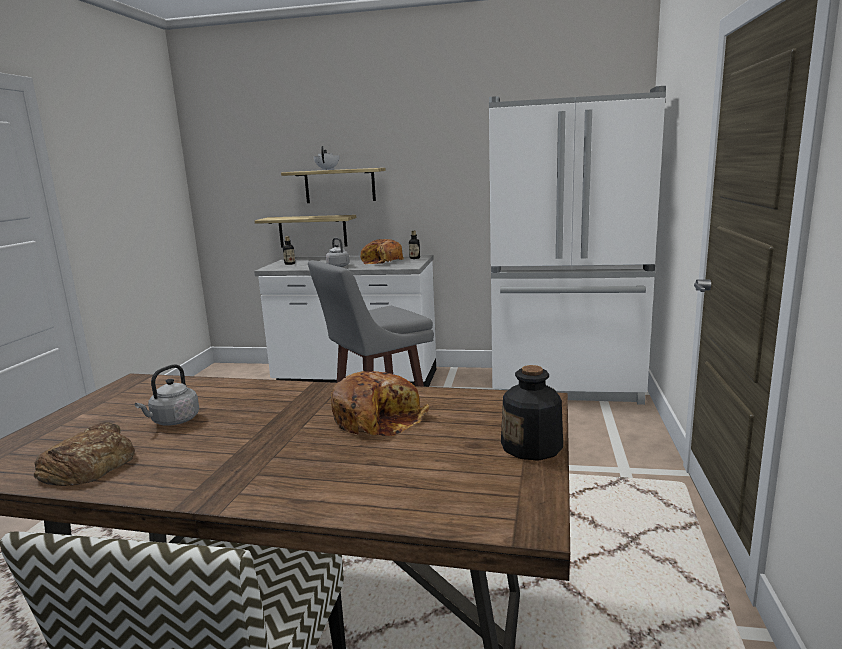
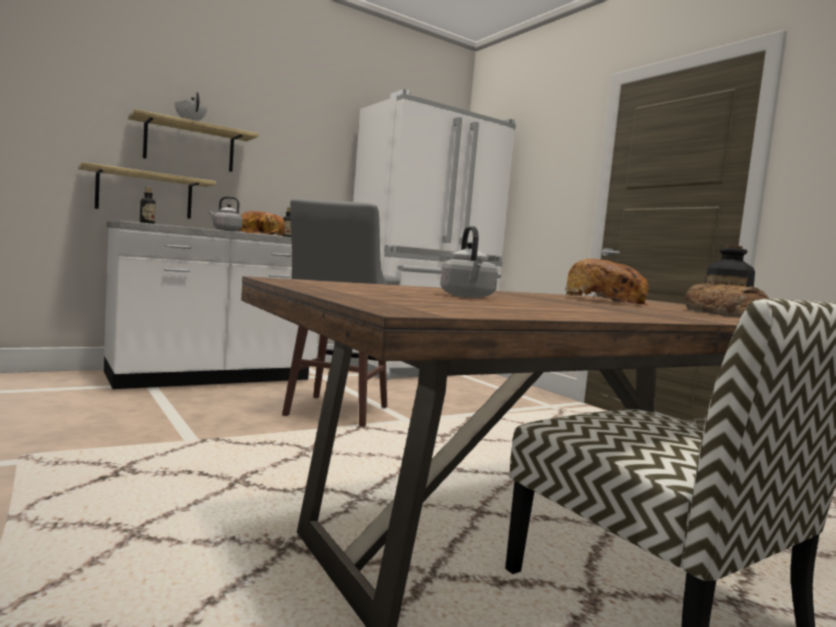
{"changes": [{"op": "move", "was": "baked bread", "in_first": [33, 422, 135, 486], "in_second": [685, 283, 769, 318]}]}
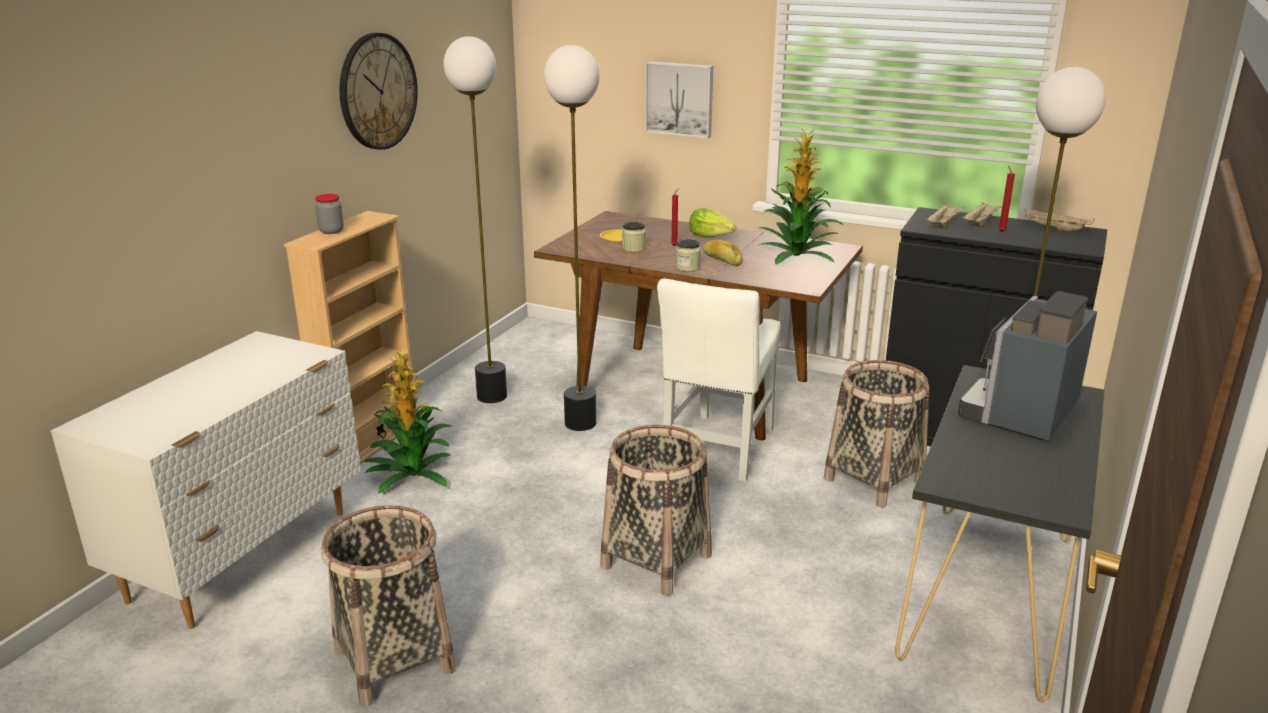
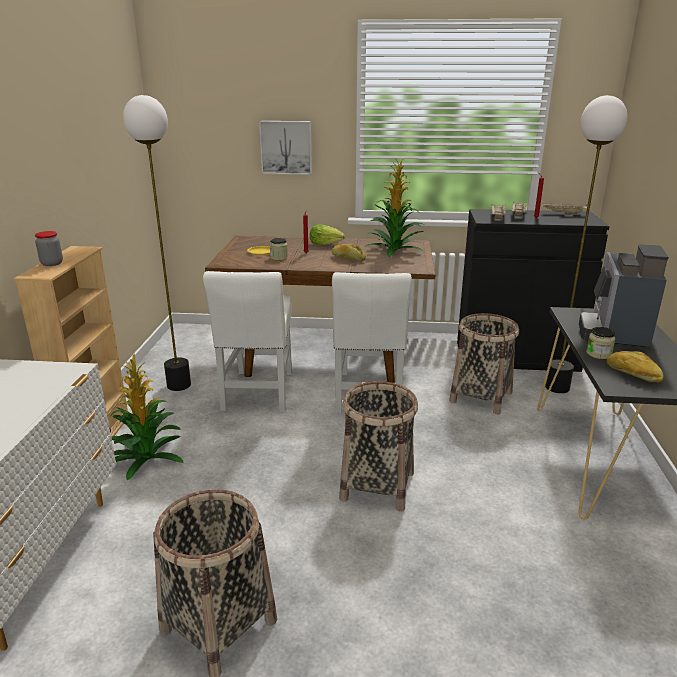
{"changes": [{"op": "delete", "was": "hanging clock", "in_first": [339, 33, 418, 150]}, {"op": "insert", "now": "baked bread", "in_second": [607, 351, 663, 382]}, {"op": "move", "was": "storage jar", "in_first": [676, 239, 701, 272], "in_second": [586, 327, 615, 359]}, {"op": "replace", "was": "standard lamp", "now": "chair (white-coloured)", "in_first": [544, 45, 599, 431], "in_second": [203, 271, 292, 412]}]}
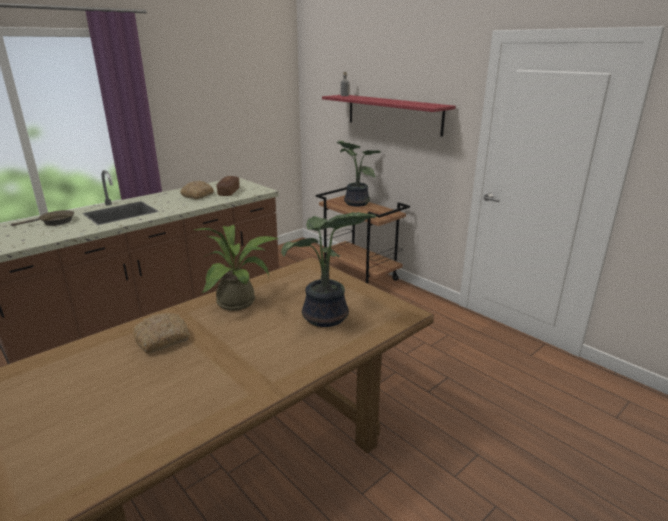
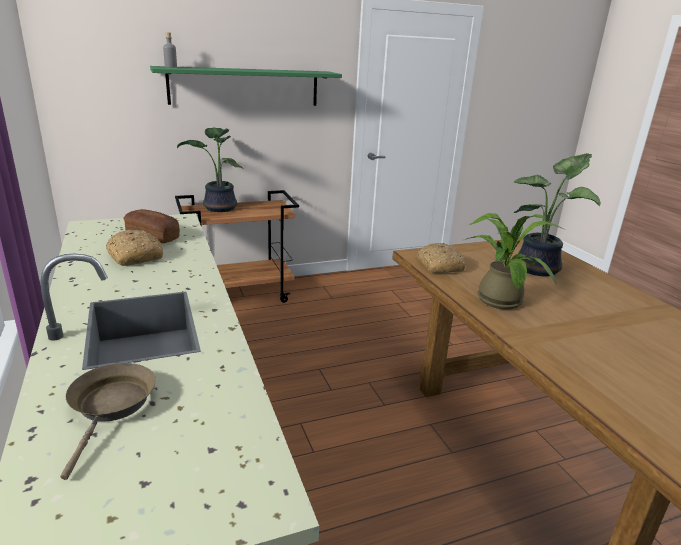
{"changes": [{"op": "move", "was": "baked bread", "in_first": [133, 313, 190, 354], "in_second": [417, 243, 465, 273]}, {"op": "recolor", "was": "bracket shelf (red)", "now": "bracket shelf (green)", "in_first": [322, 95, 456, 137], "in_second": [150, 66, 342, 106]}]}
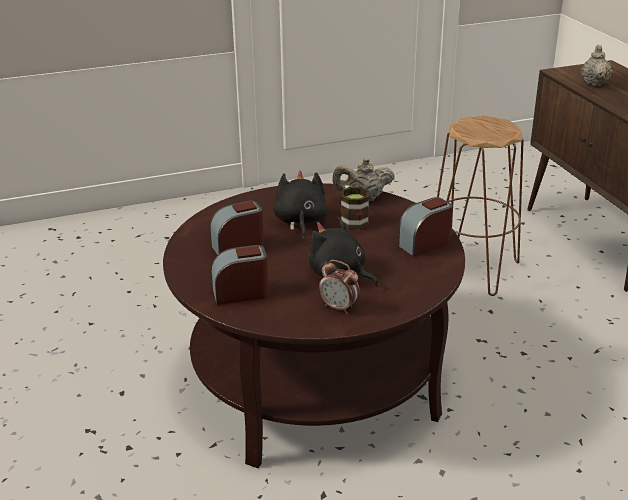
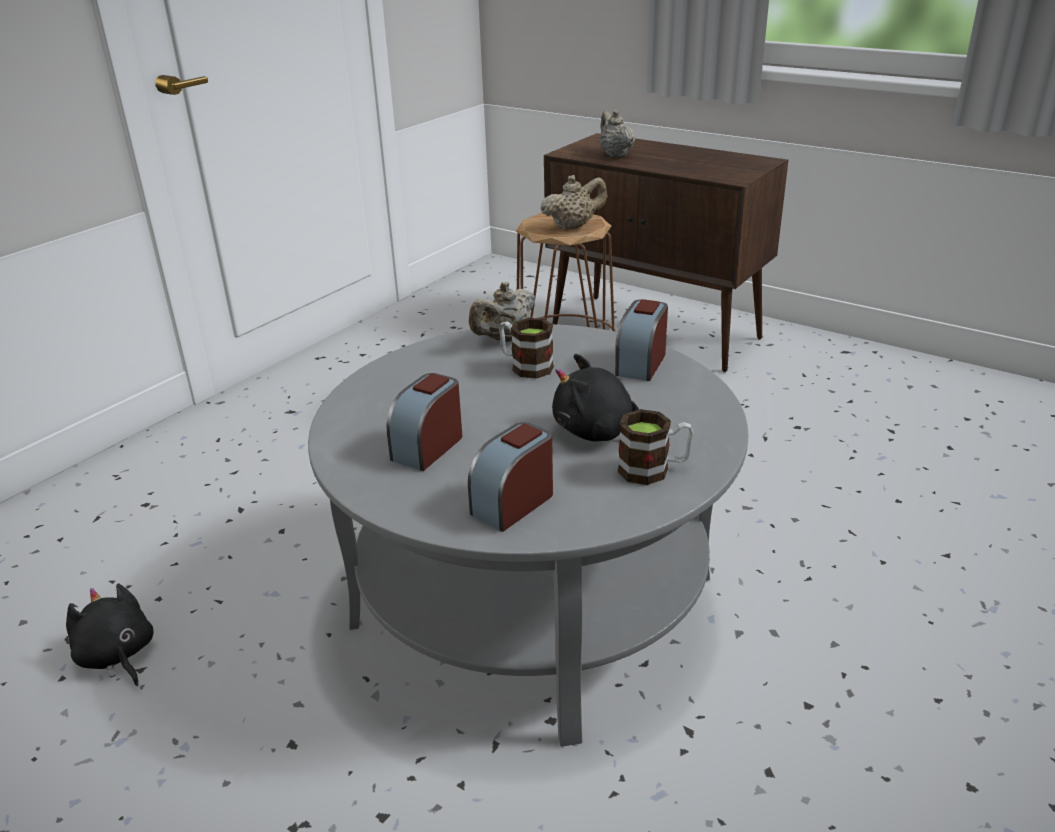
{"changes": [{"op": "insert", "now": "tea pot (sand-coloured)", "in_second": [540, 175, 607, 230]}, {"op": "move", "was": "soft toy (black)", "in_first": [273, 171, 328, 239], "in_second": [66, 583, 153, 686]}, {"op": "replace", "was": "bedside clock", "now": "coffee mug", "in_first": [319, 260, 360, 314], "in_second": [618, 409, 694, 485]}, {"op": "recolor", "was": "lounge table (brown)", "now": "lounge table (greyish)", "in_first": [163, 183, 465, 468], "in_second": [308, 324, 748, 747]}]}
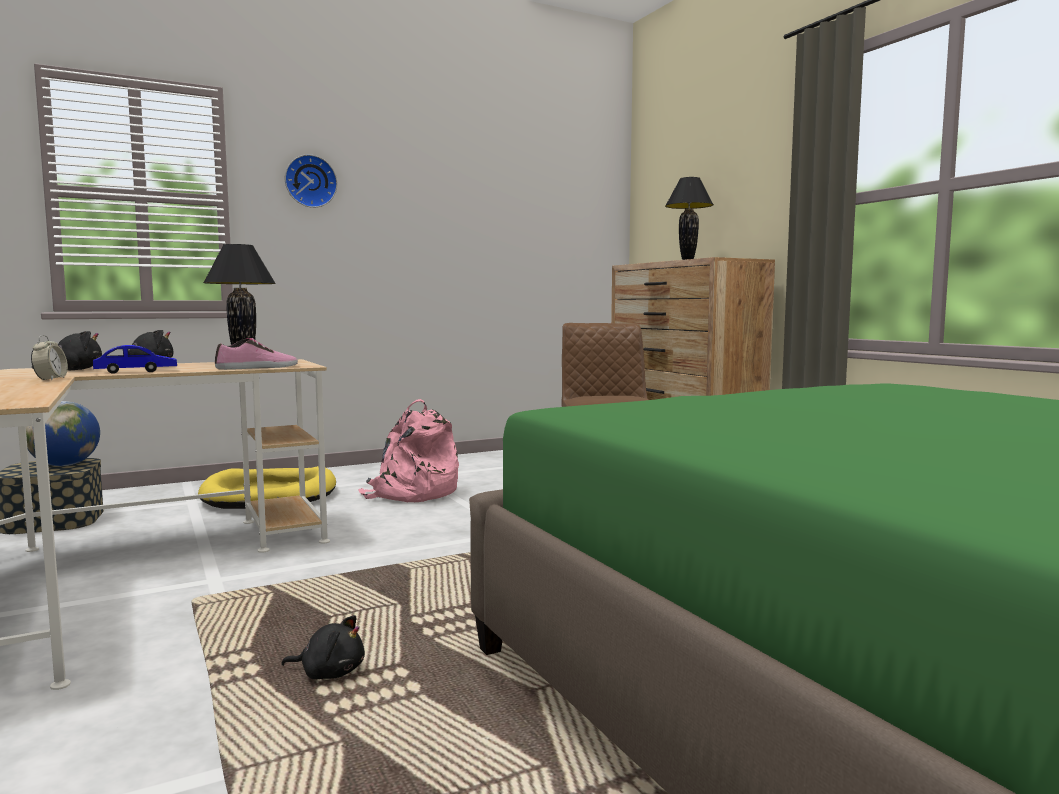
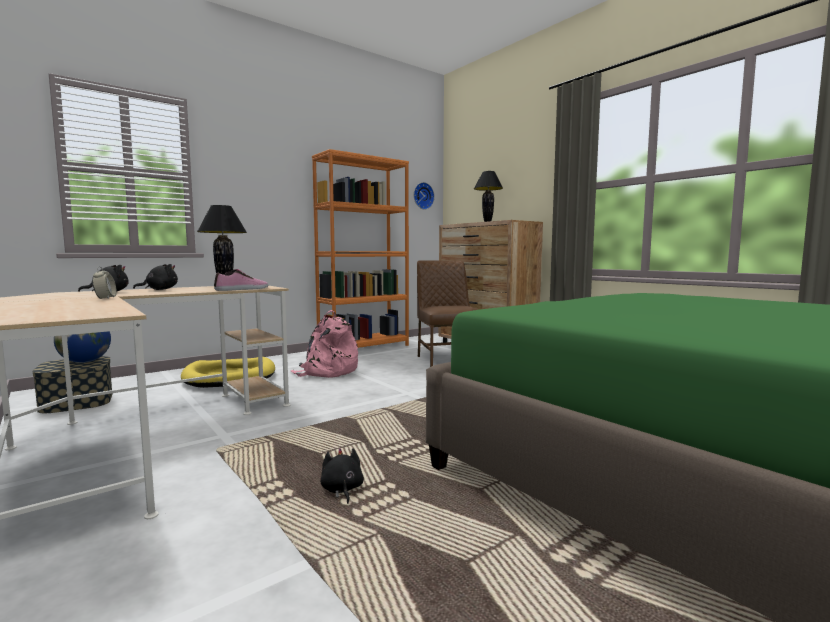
{"changes": [{"op": "delete", "was": "model car (bluish)", "in_first": [93, 345, 177, 374]}, {"op": "insert", "now": "shelving unit (orange-coloured)", "in_second": [312, 149, 409, 348]}, {"op": "move", "was": "hanging clock", "in_first": [285, 154, 337, 208], "in_second": [414, 182, 434, 210]}, {"op": "rotate", "was": "soft toy (black)", "in_first": [281, 615, 365, 679], "in_second": [320, 448, 364, 504], "clockwise": -105}]}
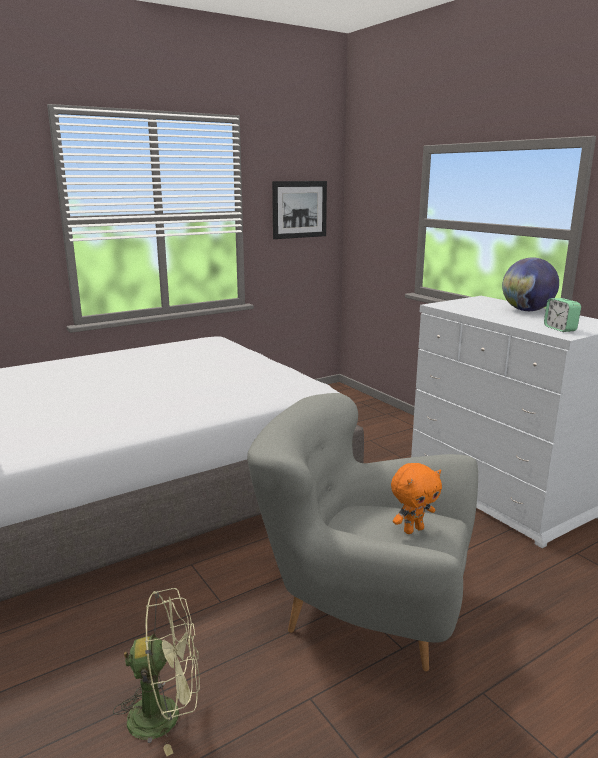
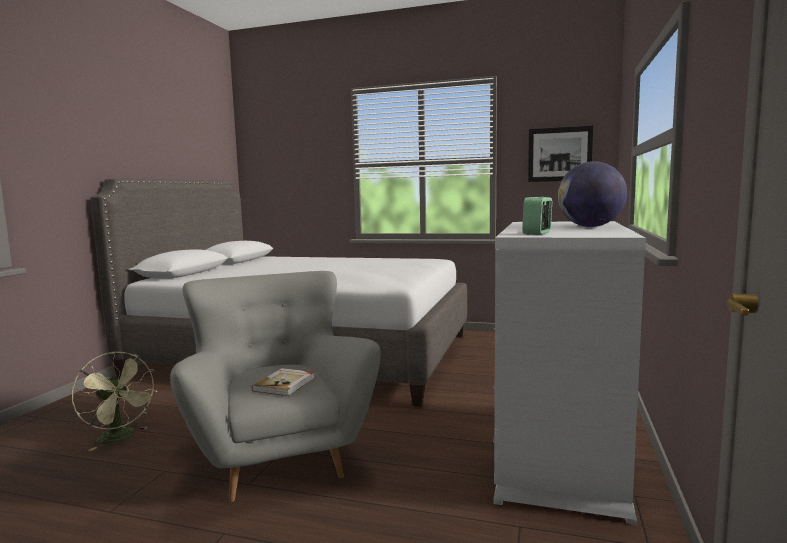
{"changes": [{"op": "replace", "was": "soft toy (orange-coloured)", "now": "bound book", "in_first": [391, 463, 442, 534], "in_second": [252, 368, 315, 396]}]}
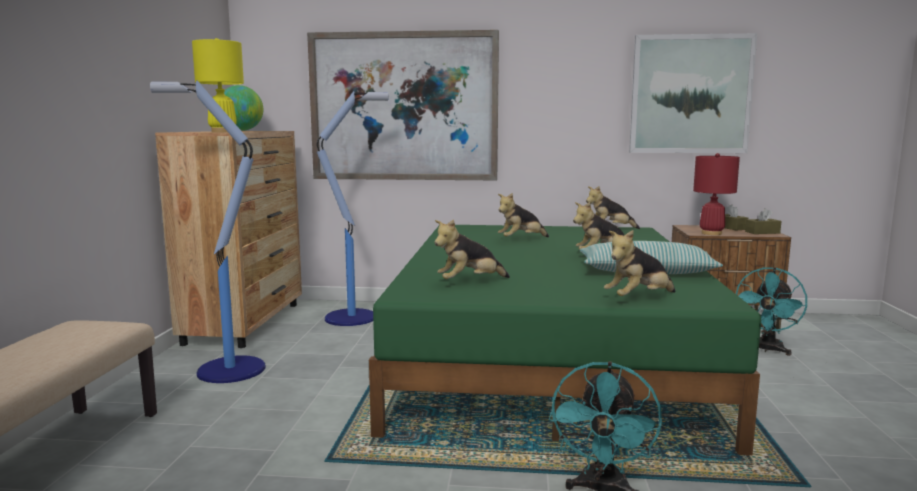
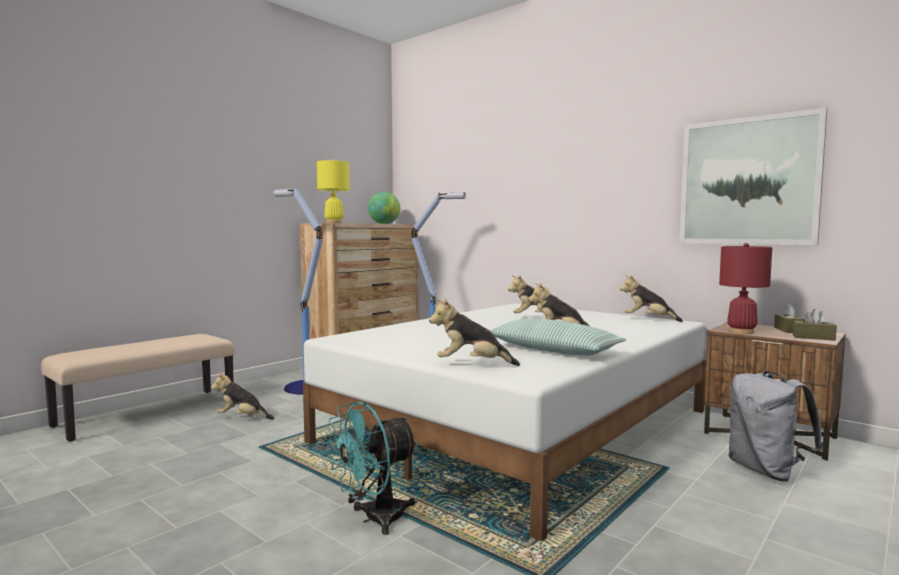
{"changes": [{"op": "delete", "was": "wall art", "in_first": [307, 30, 499, 180]}, {"op": "move", "was": "soft toy", "in_first": [434, 219, 510, 279], "in_second": [211, 372, 274, 420]}, {"op": "replace", "was": "electric fan (turquoise-coloured)", "now": "rucksack (greyish)", "in_first": [736, 267, 807, 356], "in_second": [729, 371, 824, 482]}, {"op": "recolor", "was": "sleeping bed (green)", "now": "sleeping bed (white-coloured)", "in_first": [369, 225, 761, 455], "in_second": [303, 303, 706, 542]}]}
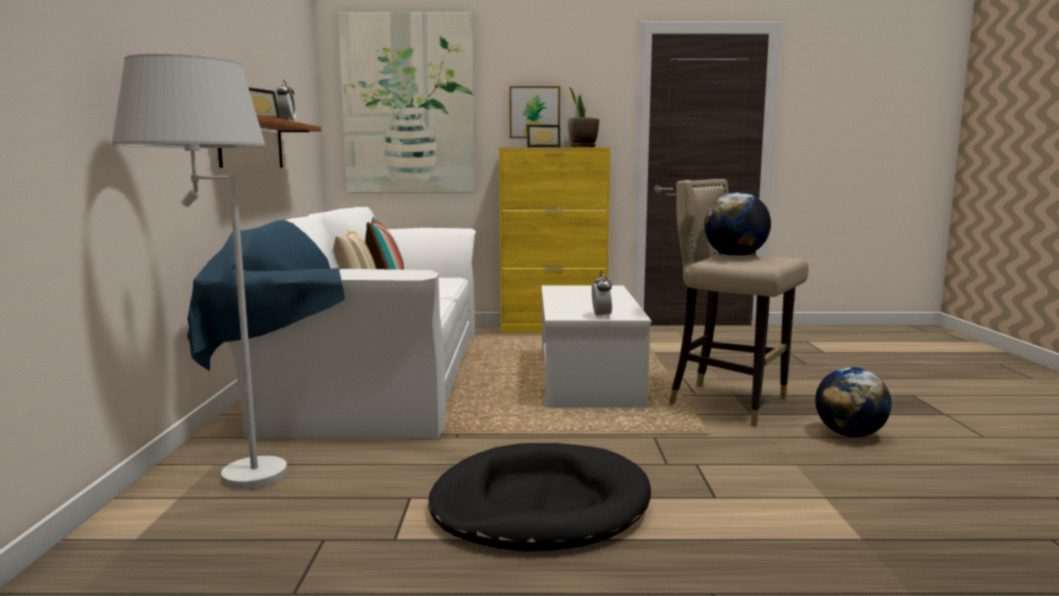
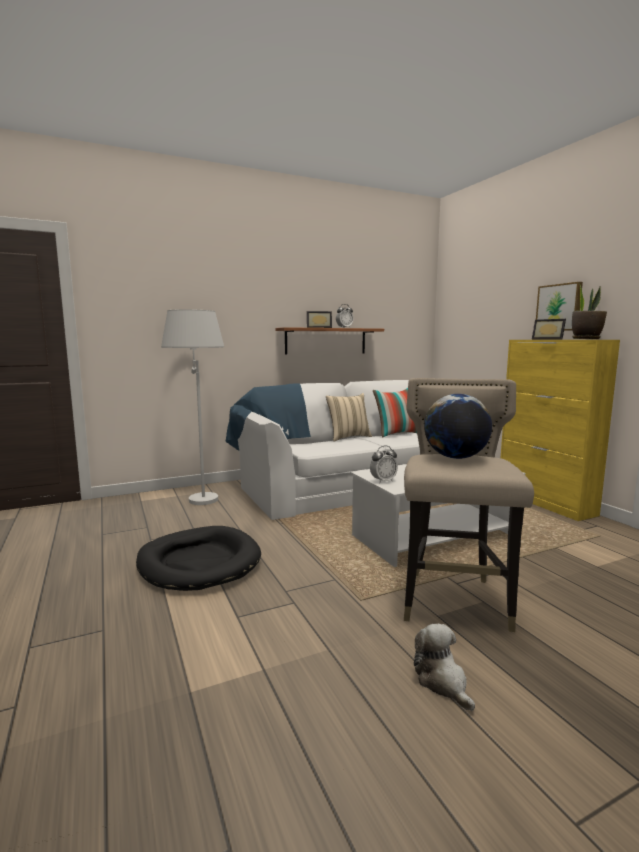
{"changes": [{"op": "delete", "was": "wall art", "in_first": [338, 12, 475, 193]}, {"op": "replace", "was": "globe", "now": "soft toy", "in_first": [815, 367, 892, 437], "in_second": [414, 624, 475, 711]}]}
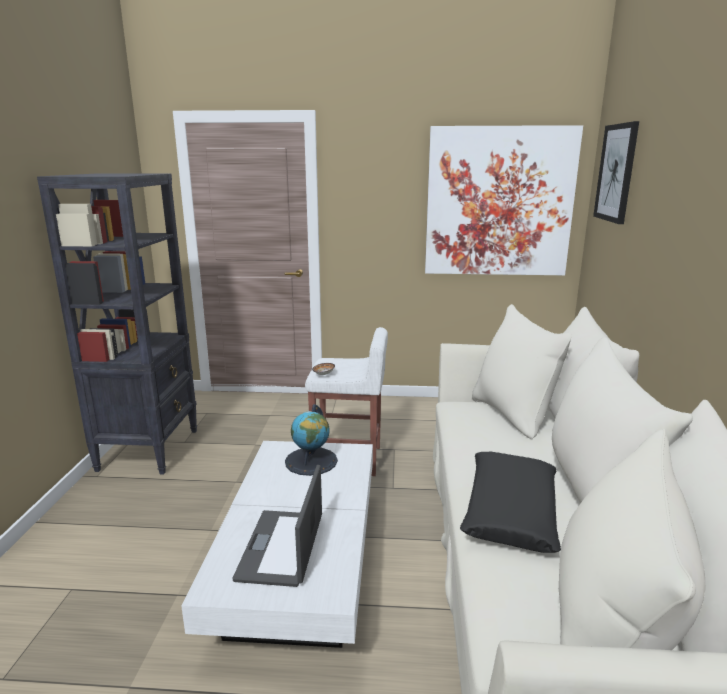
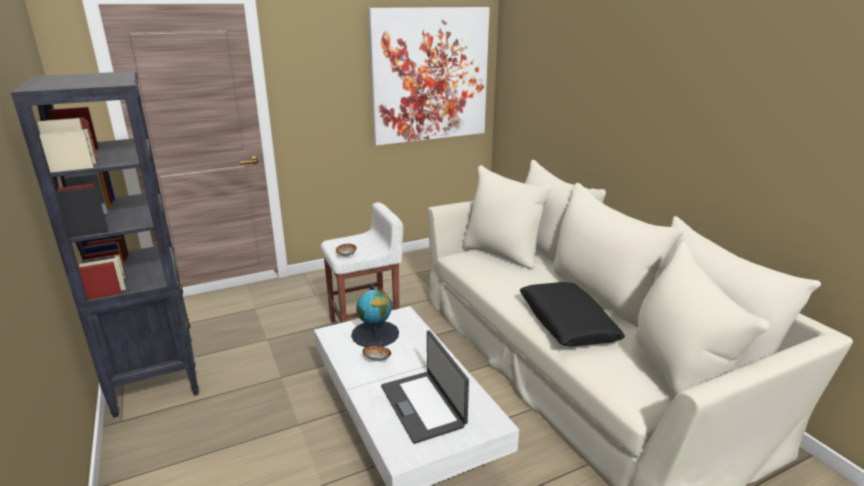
{"changes": [{"op": "delete", "was": "wall art", "in_first": [593, 121, 639, 224]}, {"op": "insert", "now": "serving bowl", "in_second": [362, 345, 391, 361]}]}
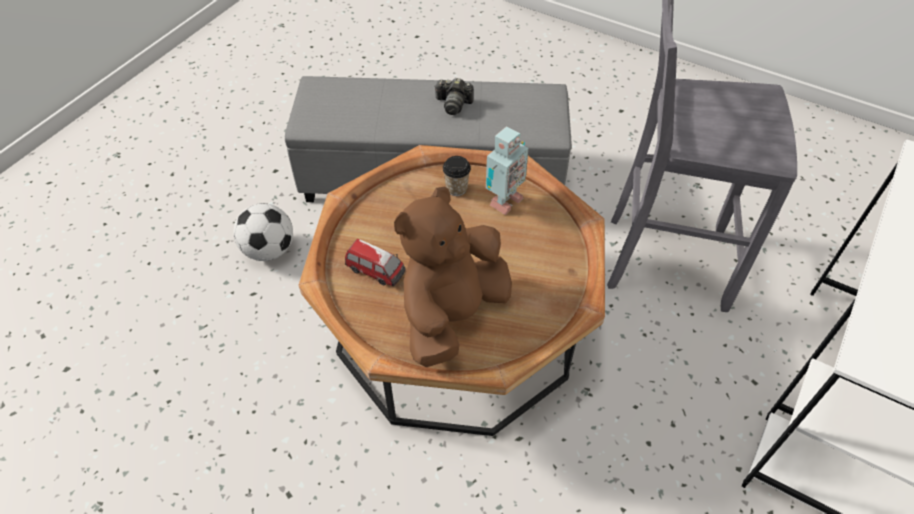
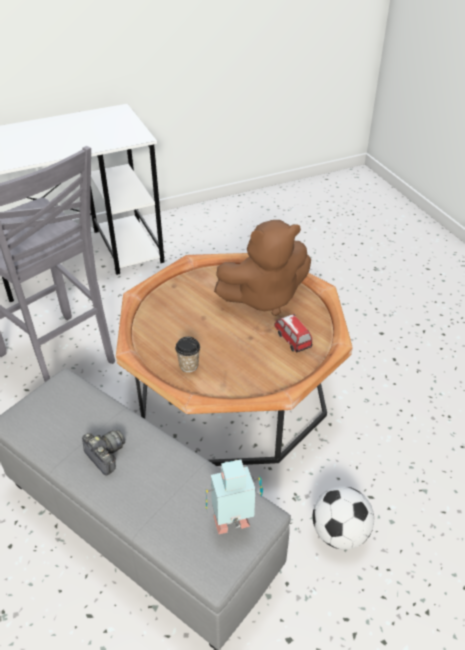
{"changes": [{"op": "move", "was": "model robot", "in_first": [486, 126, 529, 215], "in_second": [205, 459, 263, 534]}]}
